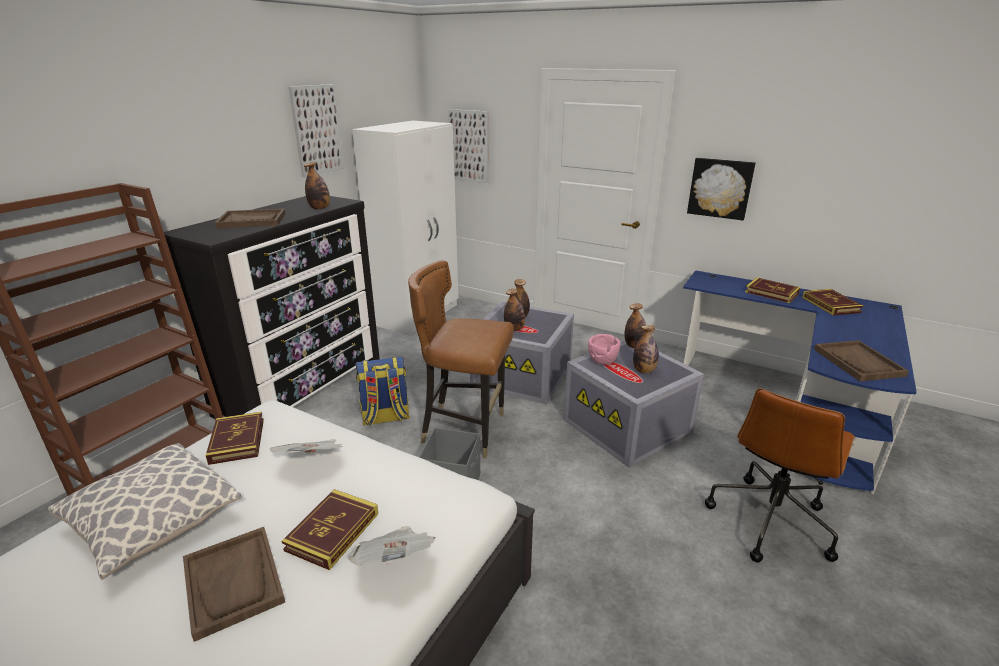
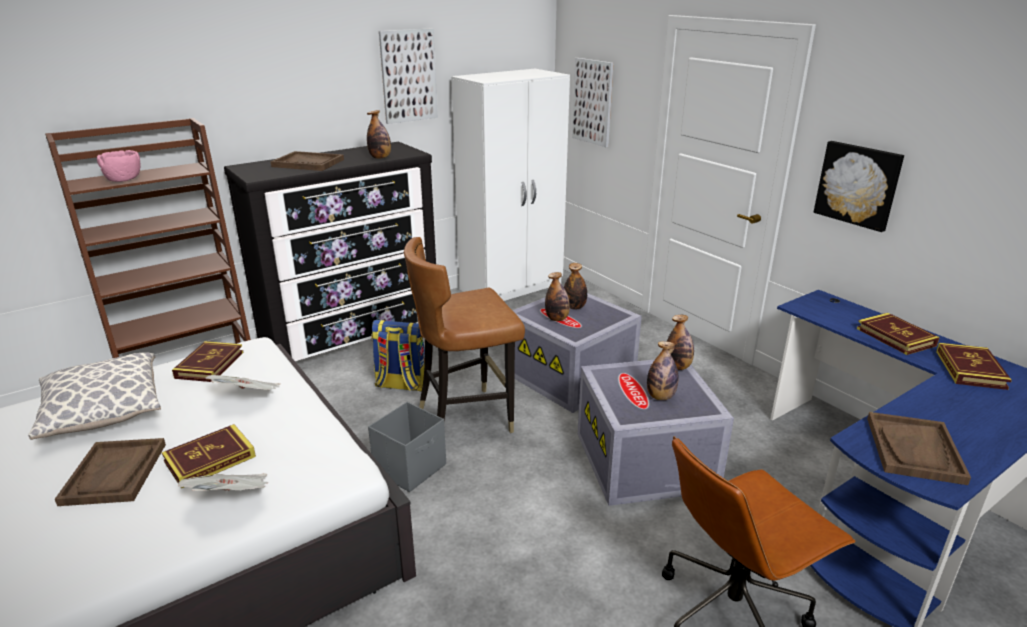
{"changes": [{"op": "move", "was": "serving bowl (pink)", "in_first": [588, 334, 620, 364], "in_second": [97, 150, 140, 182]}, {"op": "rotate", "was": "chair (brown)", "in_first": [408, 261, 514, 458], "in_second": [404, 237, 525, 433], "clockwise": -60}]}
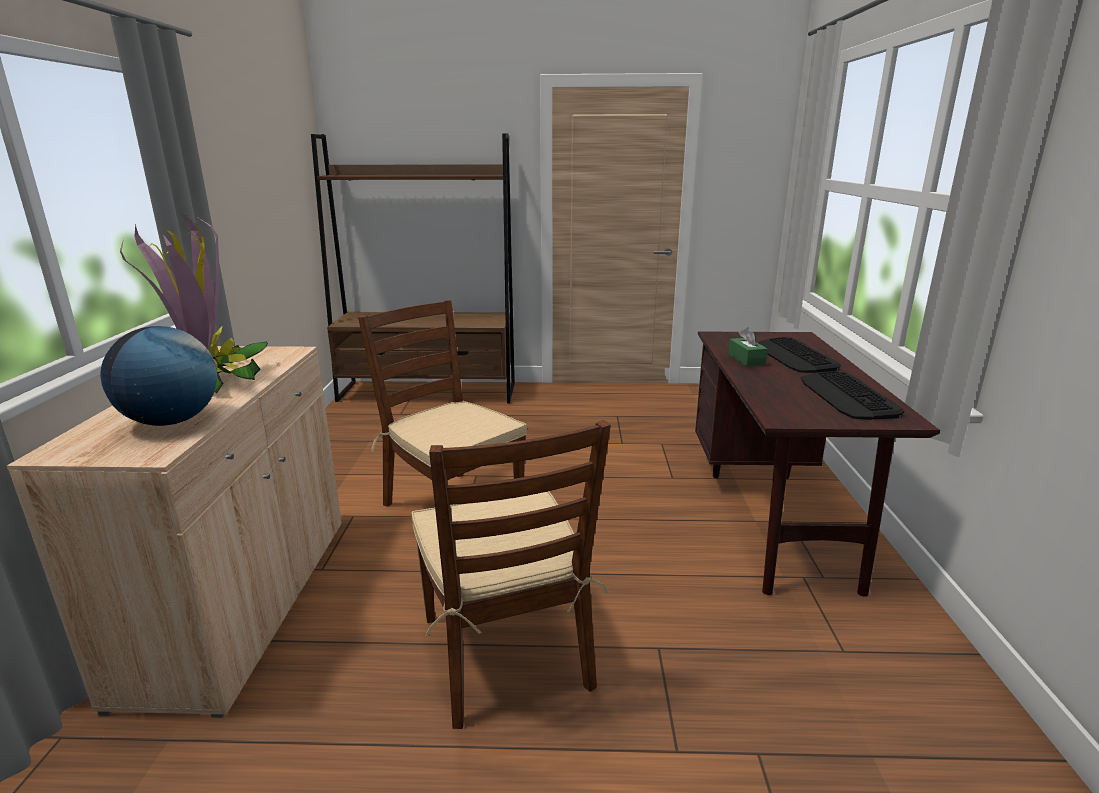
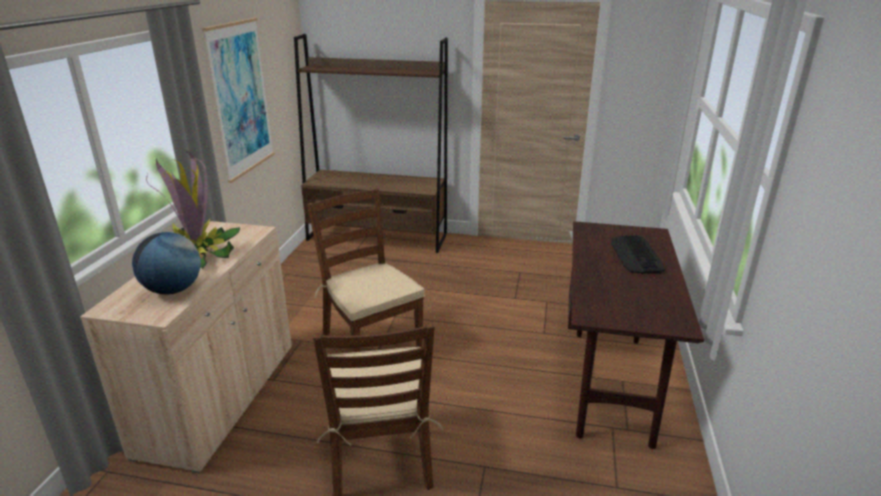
{"changes": [{"op": "delete", "was": "box of tissues (green)", "in_first": [728, 327, 768, 367]}, {"op": "delete", "was": "keyboard", "in_first": [801, 371, 904, 420]}, {"op": "insert", "now": "wall art", "in_second": [202, 18, 275, 183]}]}
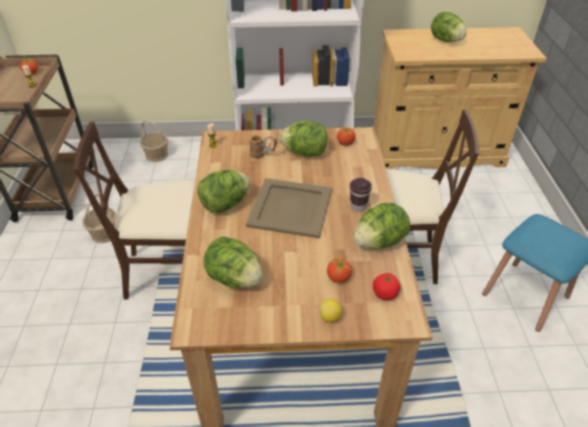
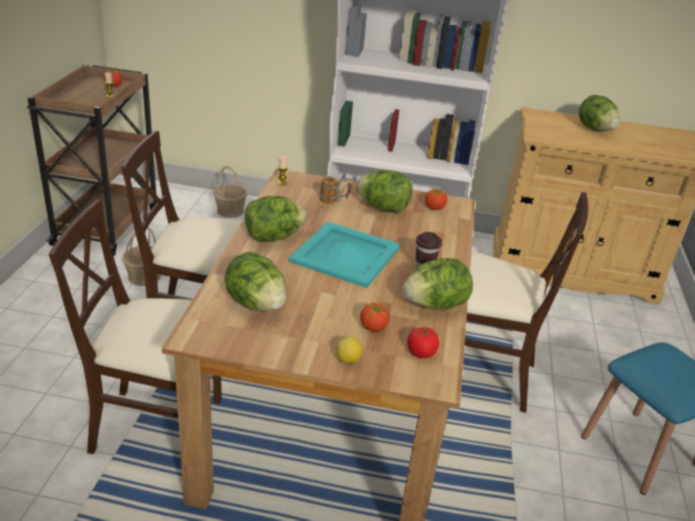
{"changes": [{"op": "insert", "now": "chair (sand-coloured)", "in_second": [49, 200, 222, 454]}, {"op": "recolor", "was": "carrying tray (sand-coloured)", "now": "carrying tray (turquoise-coloured)", "in_first": [246, 178, 332, 239], "in_second": [288, 221, 401, 288]}]}
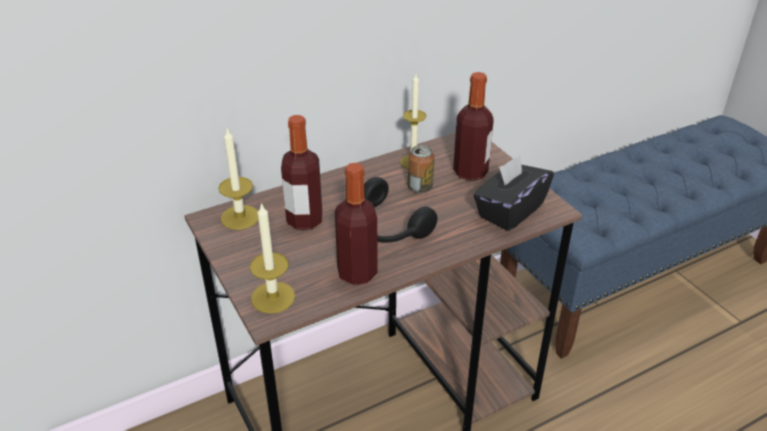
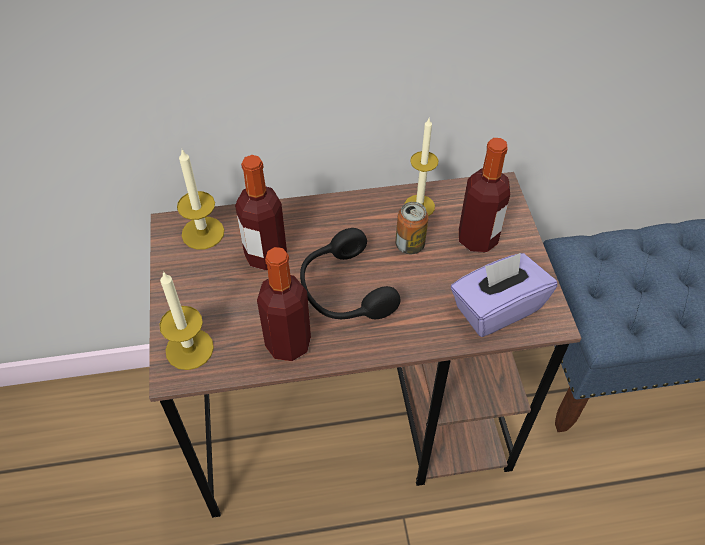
{"changes": [{"op": "recolor", "was": "box of tissues (black)", "now": "box of tissues (purple-coloured)", "in_first": [473, 154, 554, 231], "in_second": [451, 253, 557, 337]}]}
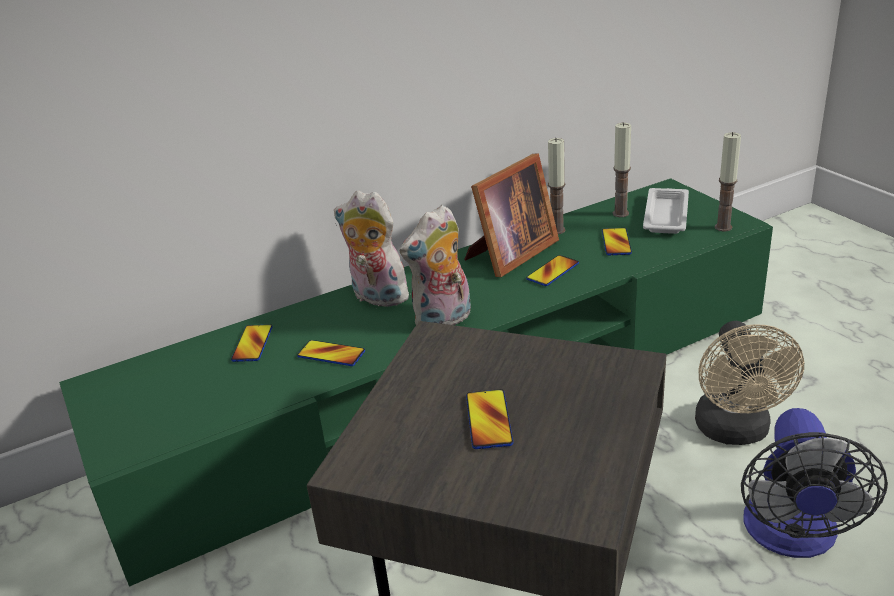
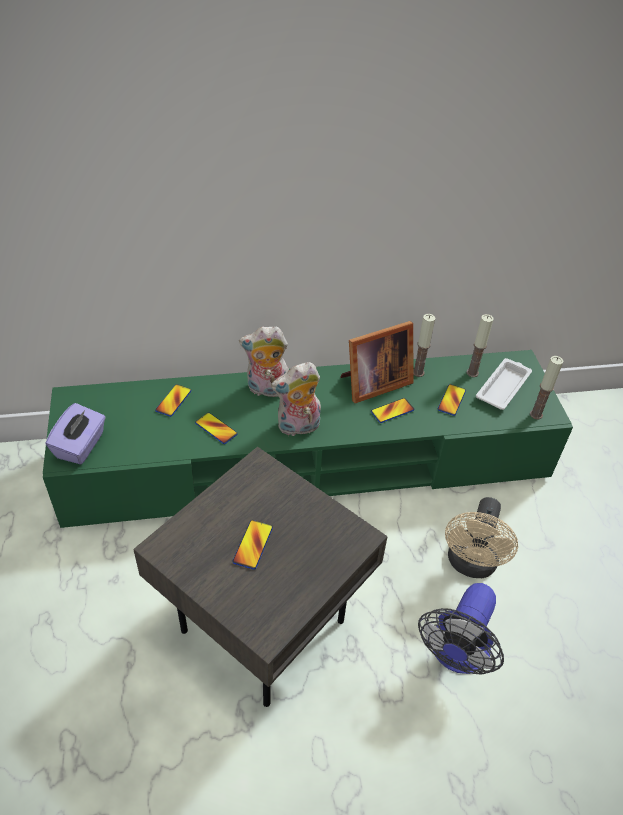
{"changes": [{"op": "insert", "now": "box of tissues (purple-coloured)", "in_second": [46, 403, 106, 464]}, {"op": "rotate", "was": "soft toy", "in_first": [334, 190, 409, 307], "in_second": [239, 326, 289, 397], "clockwise": -45}]}
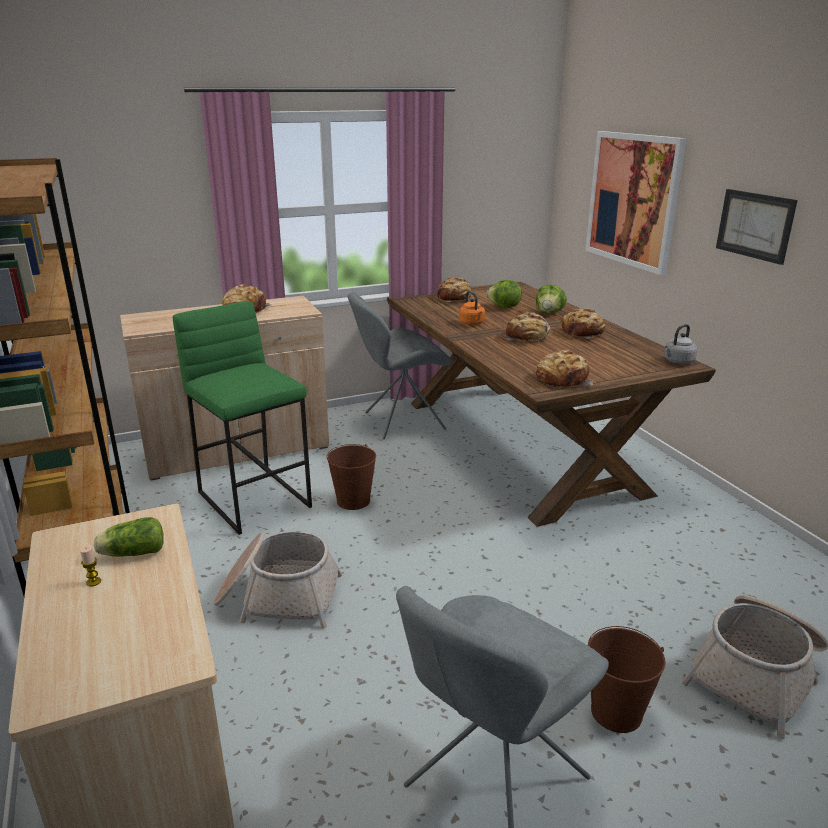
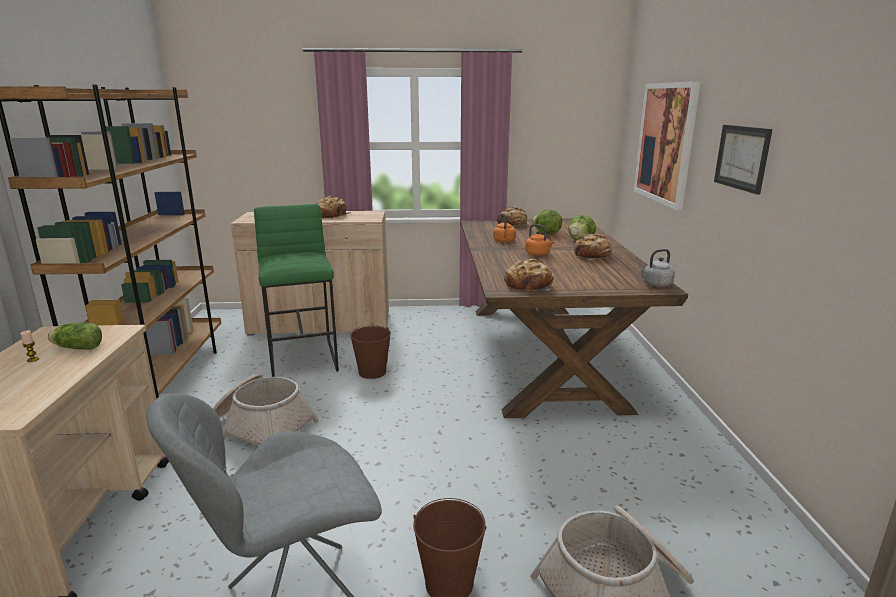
{"changes": [{"op": "delete", "was": "chair (greyish)", "in_first": [348, 292, 452, 439]}, {"op": "replace", "was": "baked bread", "now": "water kettle (orange-coloured)", "in_first": [505, 311, 550, 342], "in_second": [525, 224, 555, 256]}]}
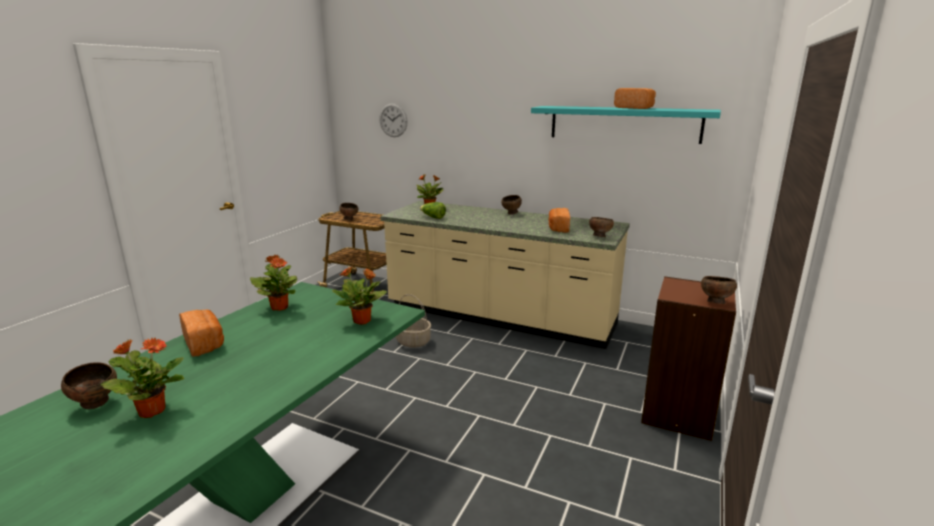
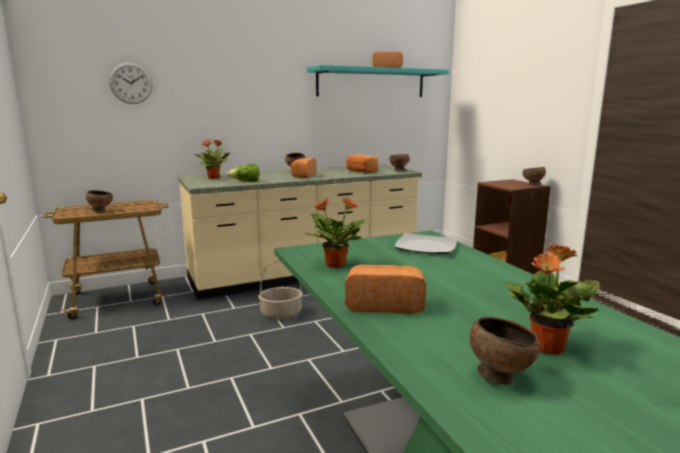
{"changes": [{"op": "insert", "now": "baked bread", "in_second": [291, 158, 316, 178]}, {"op": "replace", "was": "houseplant", "now": "plate", "in_first": [332, 266, 387, 325], "in_second": [395, 233, 456, 254]}]}
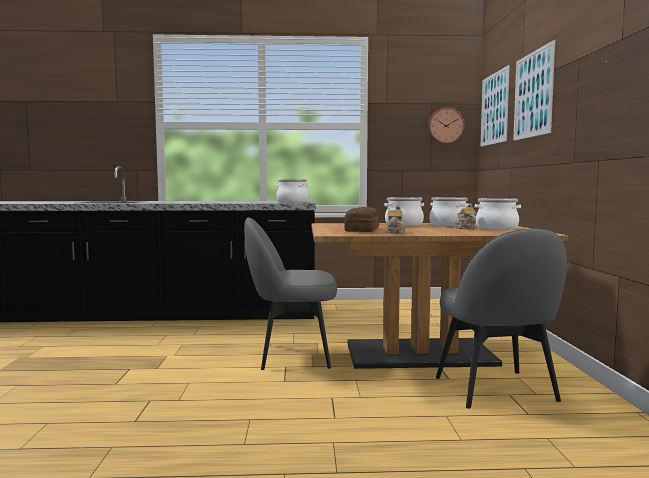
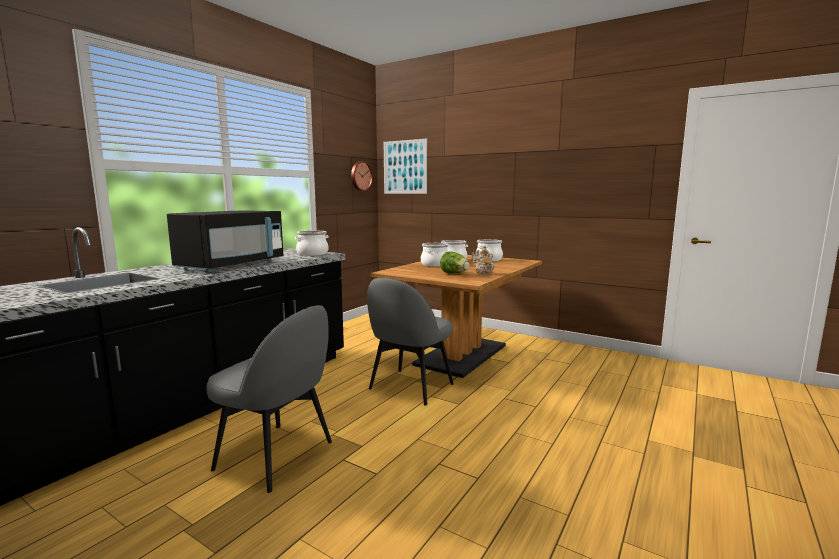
{"changes": [{"op": "delete", "was": "wall art", "in_first": [513, 40, 555, 141]}, {"op": "insert", "now": "microwave (black)", "in_second": [167, 210, 283, 273]}, {"op": "move", "was": "chair (greyish)", "in_first": [436, 228, 567, 409], "in_second": [206, 305, 332, 493]}, {"op": "replace", "was": "baked bread", "now": "lettuce", "in_first": [344, 207, 379, 232], "in_second": [440, 251, 470, 274]}]}
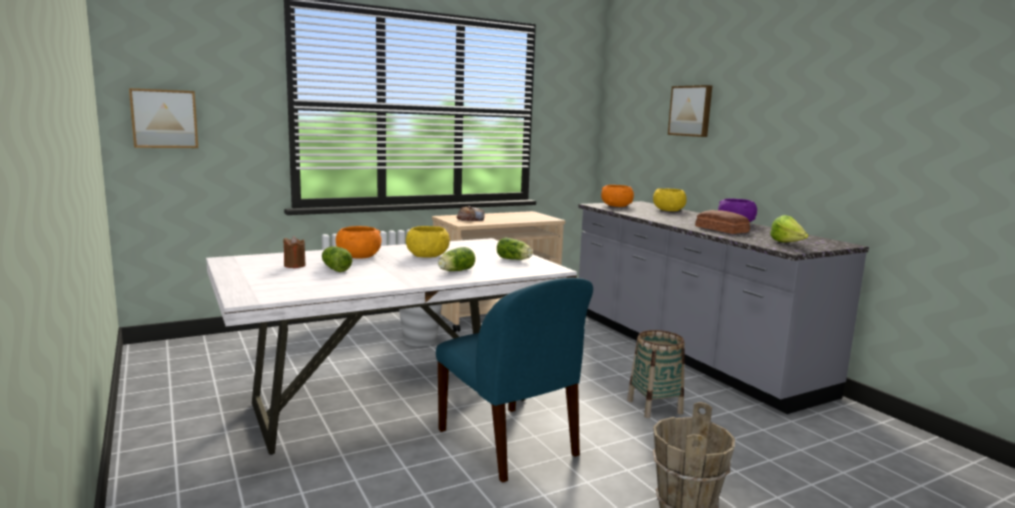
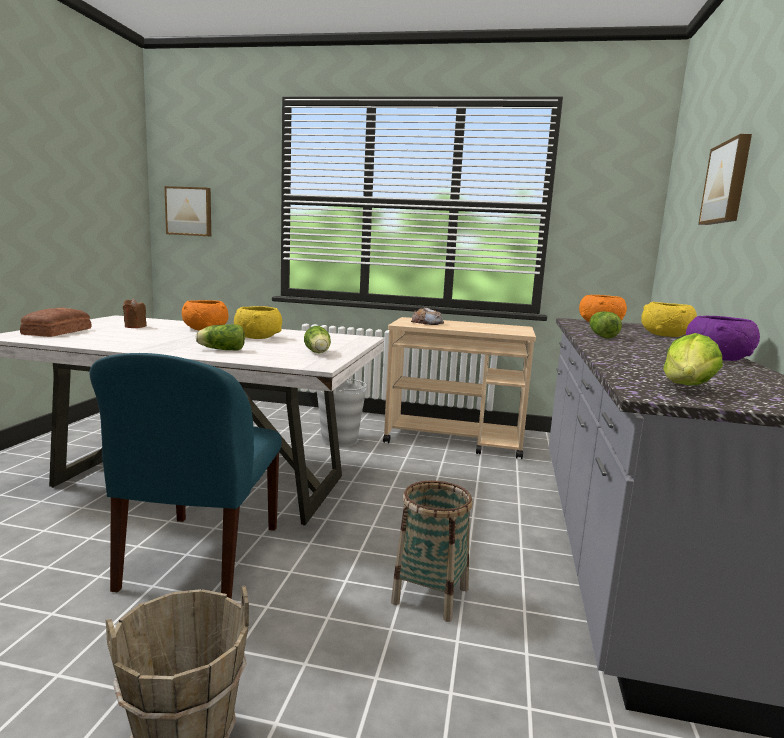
{"changes": [{"op": "move", "was": "lettuce", "in_first": [322, 246, 352, 272], "in_second": [589, 311, 622, 338]}, {"op": "move", "was": "baked bread", "in_first": [695, 210, 750, 234], "in_second": [20, 307, 91, 337]}]}
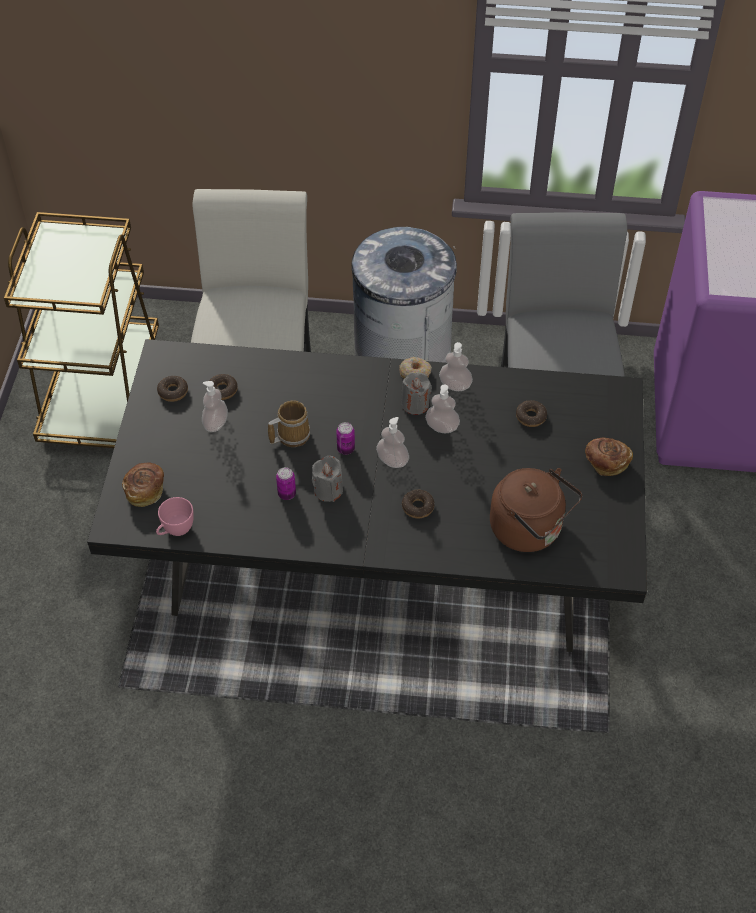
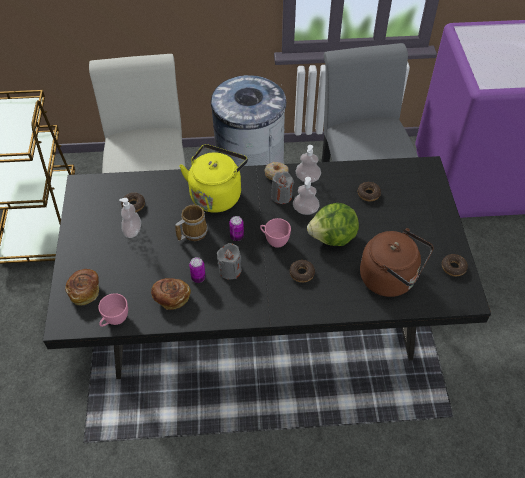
{"changes": [{"op": "insert", "now": "water kettle (yellowish)", "in_second": [179, 144, 248, 213]}, {"op": "insert", "now": "lettuce", "in_second": [307, 203, 359, 246]}, {"op": "move", "was": "ring doughnut", "in_first": [157, 376, 188, 402], "in_second": [442, 254, 468, 276]}, {"op": "move", "was": "baked bread", "in_first": [585, 438, 633, 476], "in_second": [151, 278, 191, 310]}, {"op": "replace", "was": "soap bottle", "now": "cup (pink)", "in_first": [376, 417, 409, 468], "in_second": [260, 218, 291, 248]}]}
